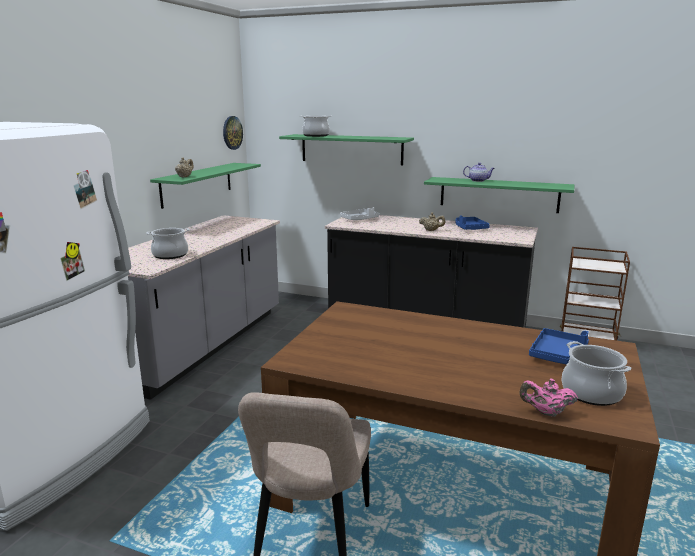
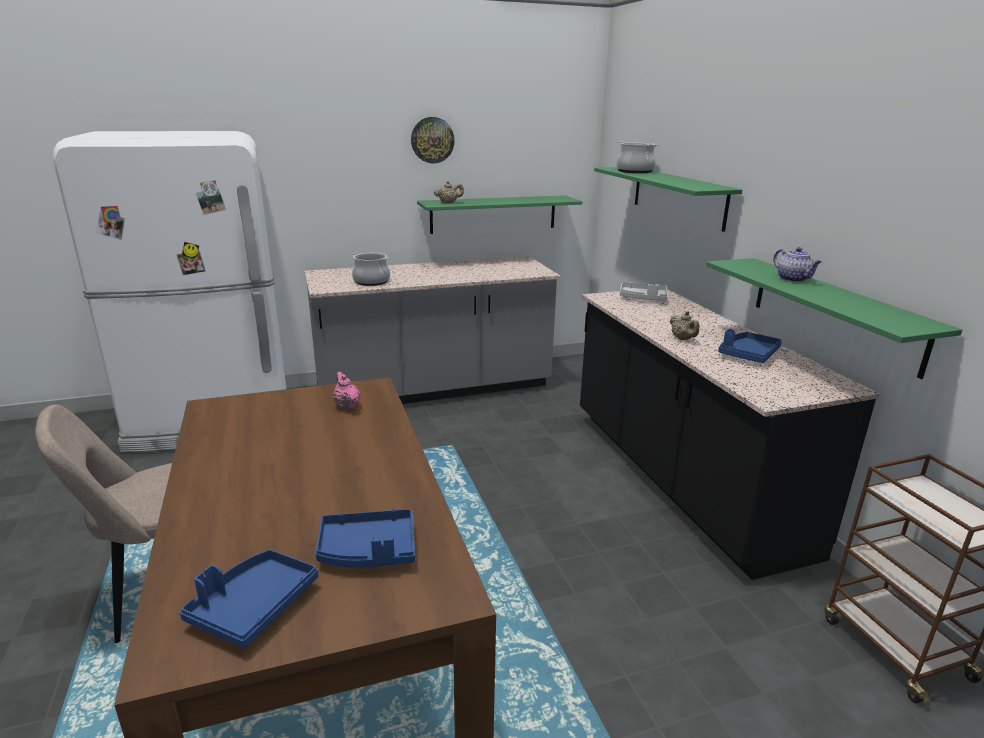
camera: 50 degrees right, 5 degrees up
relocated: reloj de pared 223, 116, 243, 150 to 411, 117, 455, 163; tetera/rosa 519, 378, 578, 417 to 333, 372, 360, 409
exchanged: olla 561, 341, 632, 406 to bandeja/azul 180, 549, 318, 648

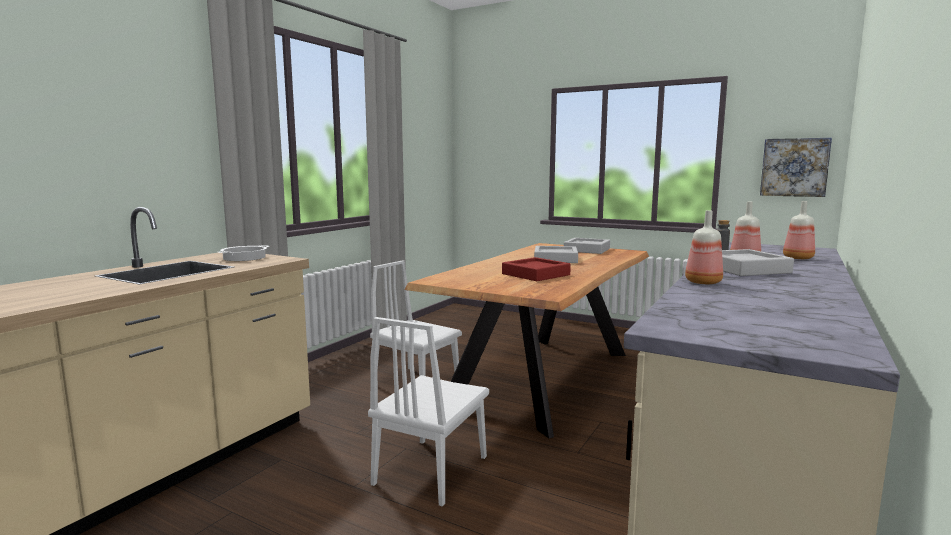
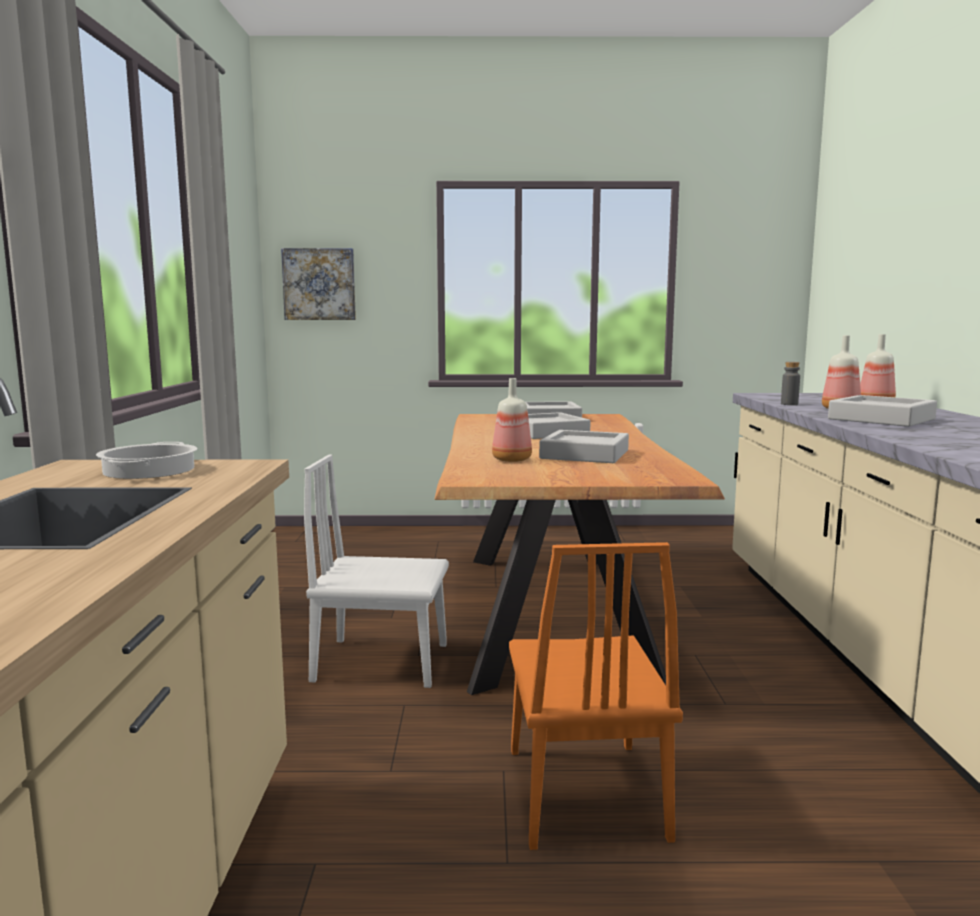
camera: 30 degrees left, 0 degrees up
relocated: botella 685, 210, 723, 284 to 492, 378, 532, 462; cuadro 760, 138, 832, 197 to 281, 248, 356, 320
colour: silla/blanco 368, 317, 489, 507 to silla/naranja 509, 542, 683, 850; bandeja/rojo 502, 257, 571, 281 to bandeja/gris 539, 430, 629, 463

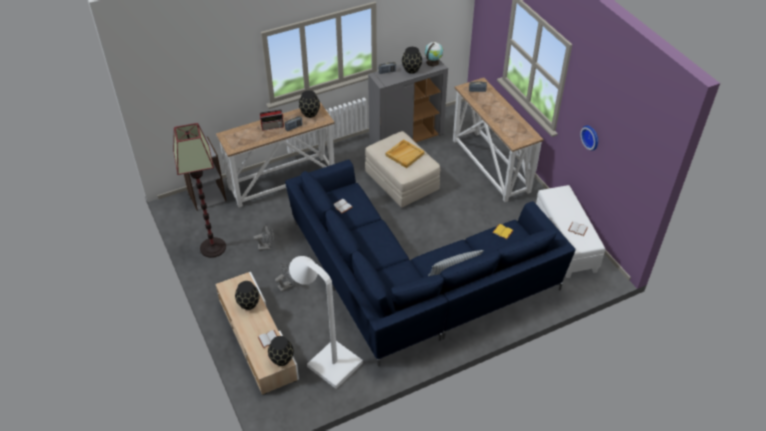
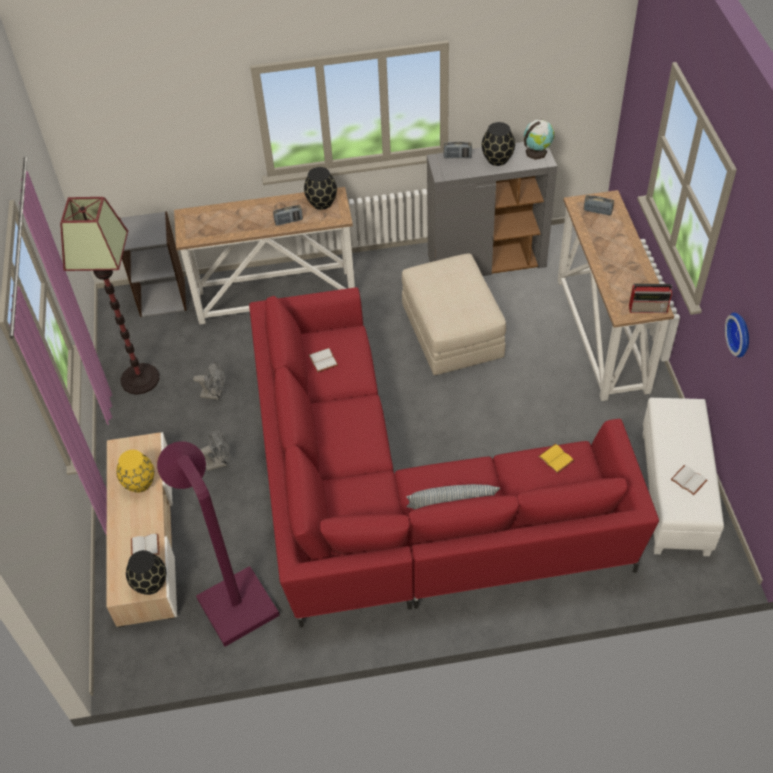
camera: 20 degrees right, 5 degrees up
missing: bandeja/beis 386, 139, 425, 168
relocated: radio 260, 109, 284, 131 to 629, 284, 672, 313
colour: florero/negro 235, 281, 260, 310 to florero/amarillo 116, 450, 154, 493; sofá/azul 285, 160, 575, 367 to sofá/rojo 249, 287, 659, 628; lámpara de pie/blanco 289, 256, 363, 389 to lámpara de pie/morado 157, 441, 280, 647

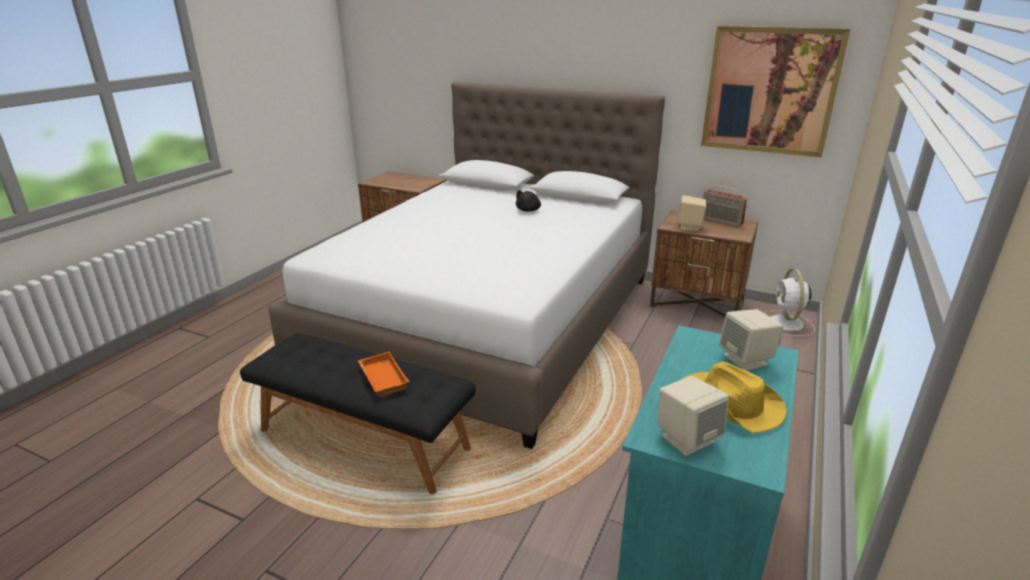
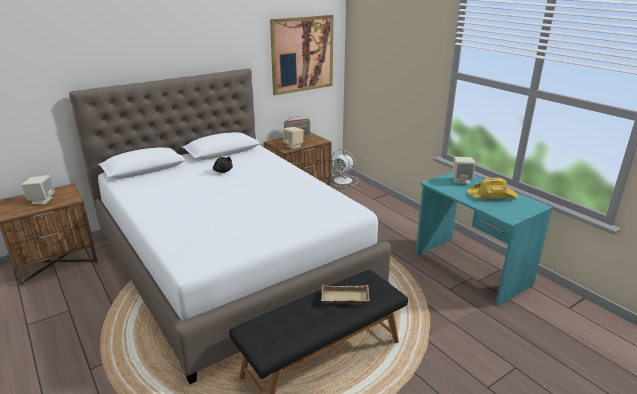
camera: 60 degrees left, 0 degrees up
relocated: altavoz/beis 658, 376, 729, 456 to 21, 175, 55, 204
colour: bandeja/naranja 358, 352, 409, 396 to bandeja/beis 321, 285, 370, 304

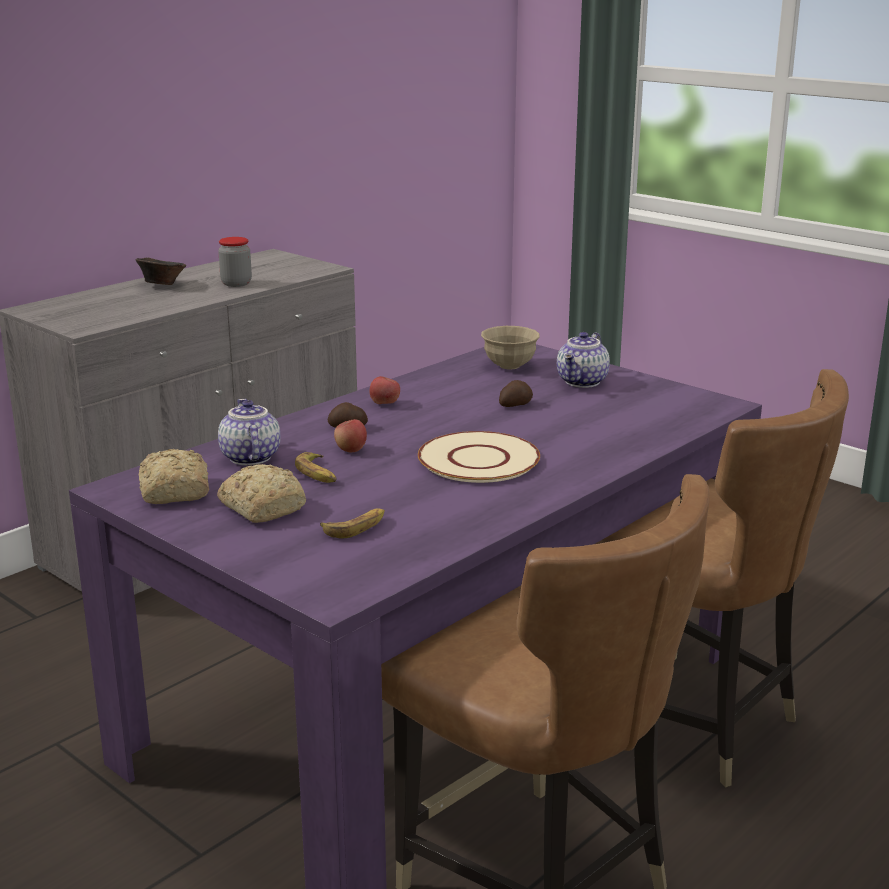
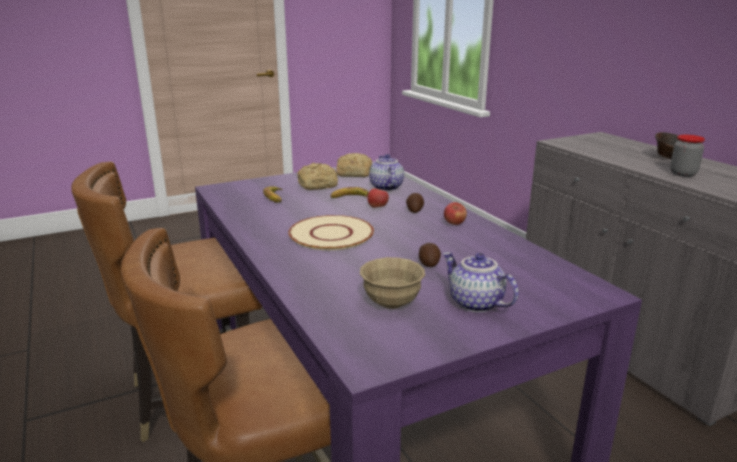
camera: 110 degrees right, 0 degrees up
relocated: cuenco/beis 481, 326, 540, 370 to 360, 257, 425, 309
spun: tetera 218, 399, 281, 466 = 369, 154, 404, 191 105 degrees counterclockwise

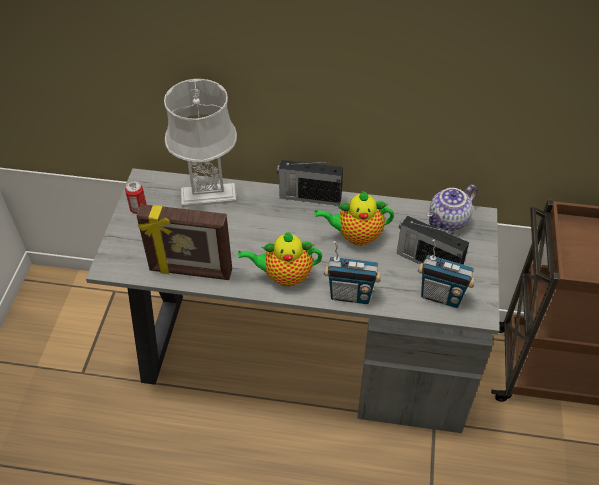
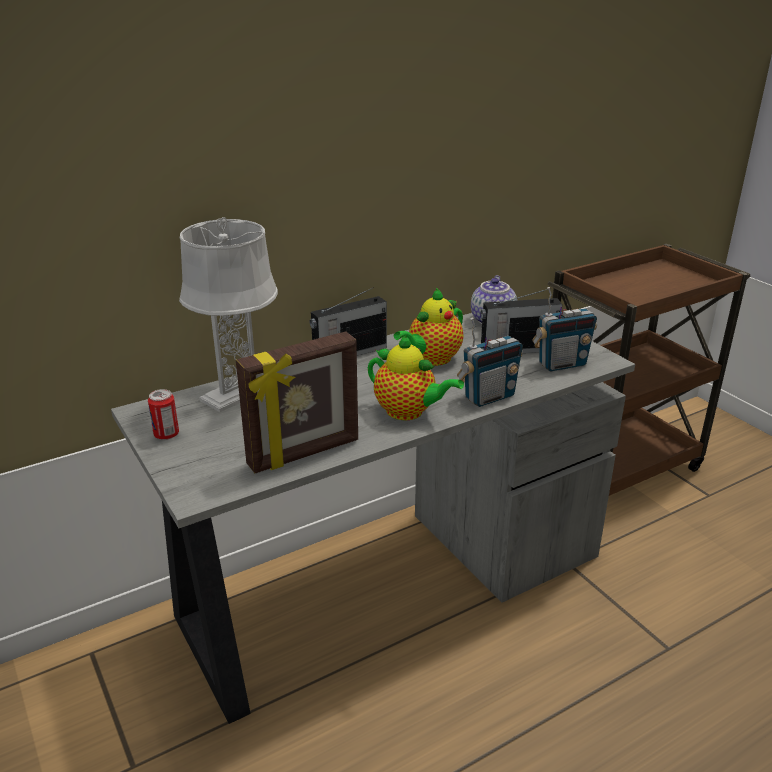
camera: 40 degrees left, 20 degrees down
spun: tetera 238, 232, 322, 287 = 368, 335, 464, 421 105 degrees counterclockwise

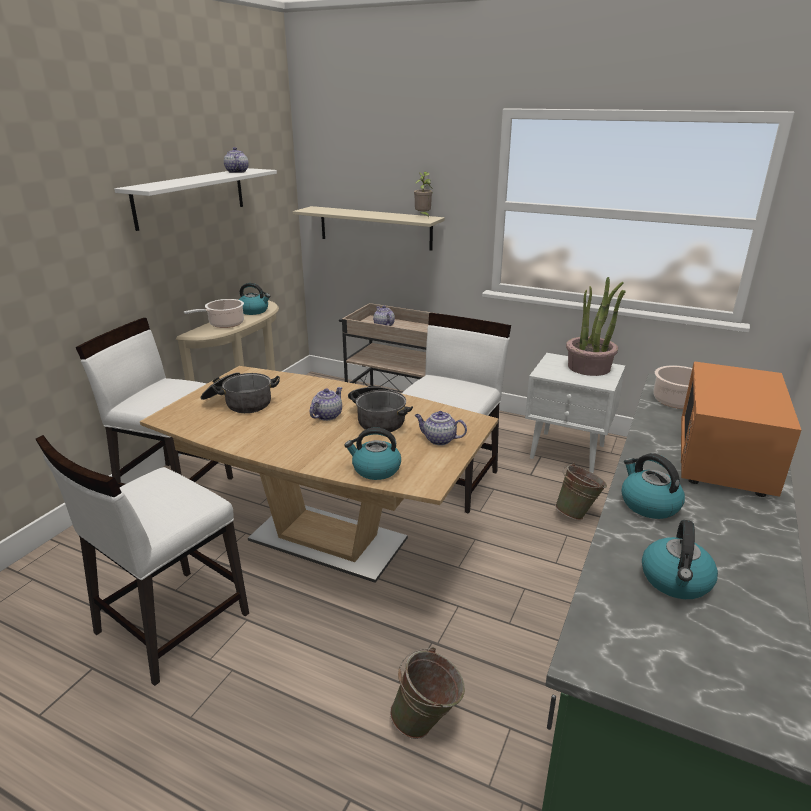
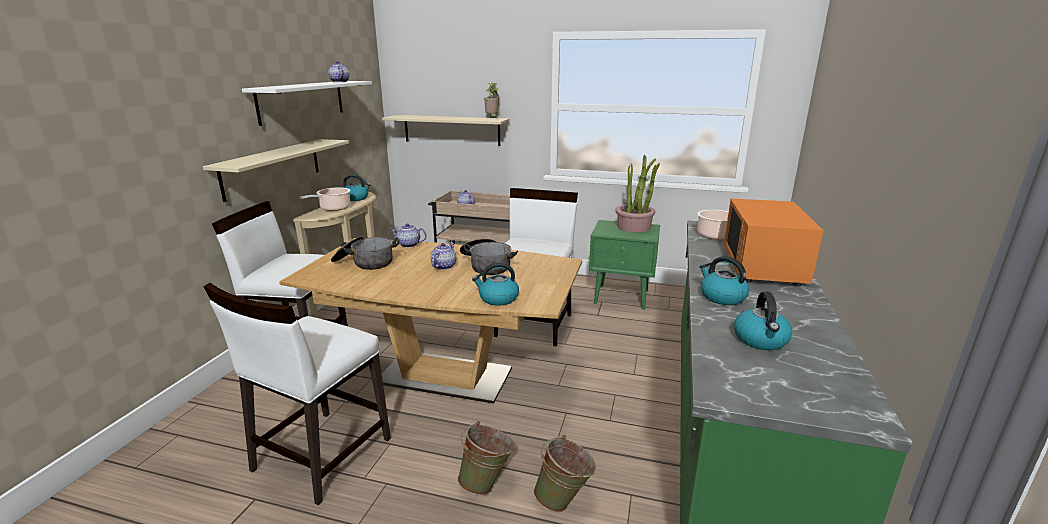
camera: 10 degrees left, 5 degrees down
appeared: estante/beis 203, 139, 349, 202
relocated: tetera 415, 411, 467, 445 to 390, 223, 427, 248; cubo/verde 555, 463, 607, 520 to 457, 421, 515, 495
colour: mesita de noche/blanco 525, 353, 625, 473 to mesita de noche/verde 589, 220, 660, 310

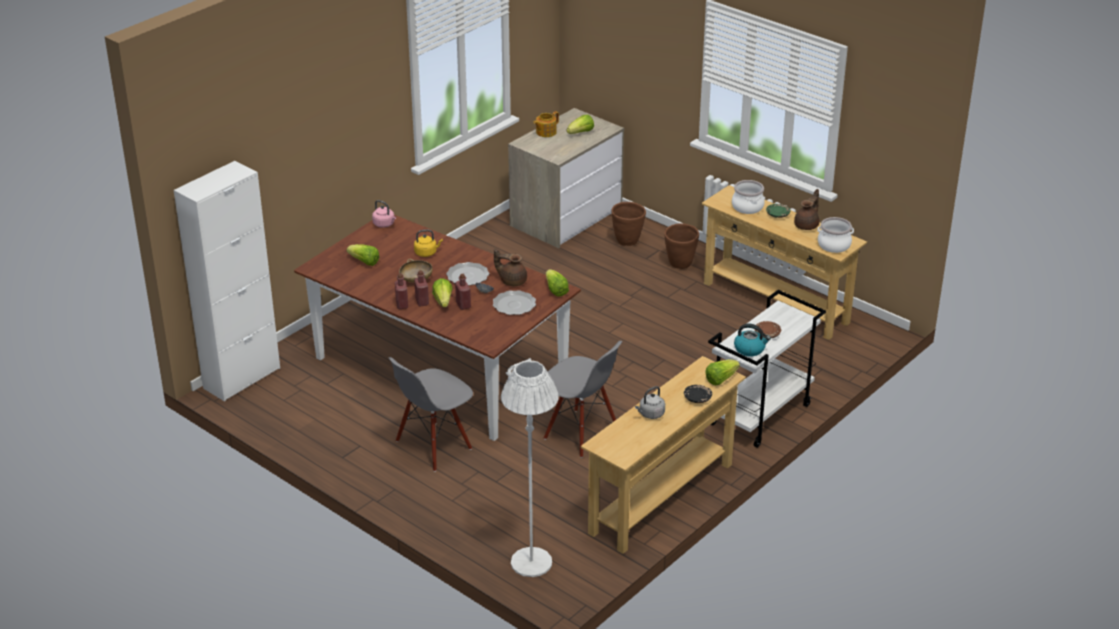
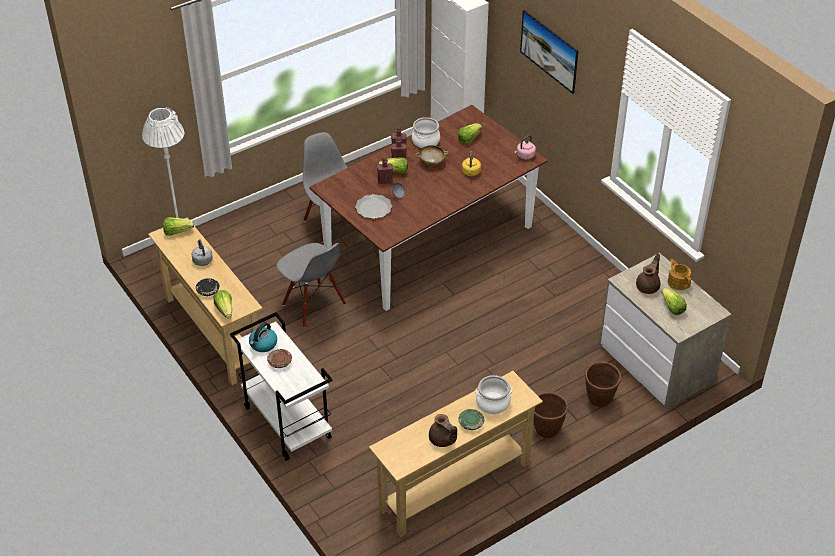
camera: 105 degrees right, 10 degrees up
missing: plato 446, 262, 489, 286
appeared: cuadro 520, 9, 579, 94
relocated: tetera/marrón 494, 248, 527, 286 to 636, 253, 661, 294; lechuga 546, 269, 569, 297 to 163, 217, 194, 236; olla 817, 217, 854, 253 to 412, 117, 440, 148
spun: silla/gris 544, 341, 622, 458 = 277, 243, 346, 328 90 degrees counterclockwise

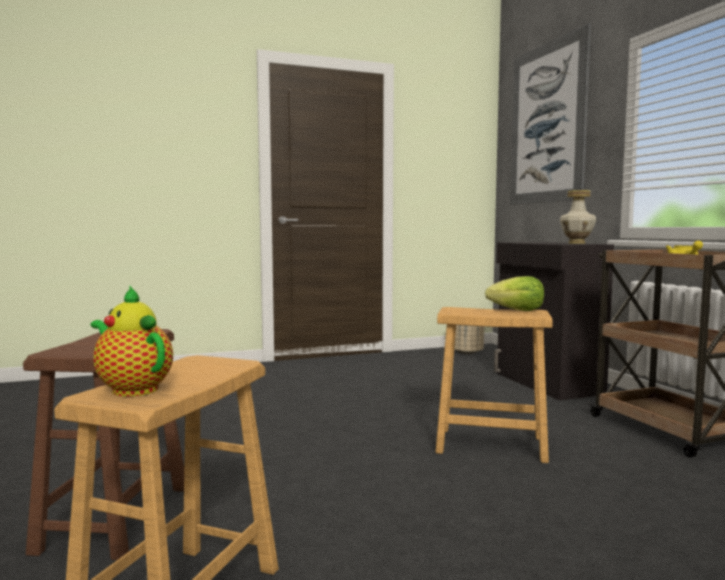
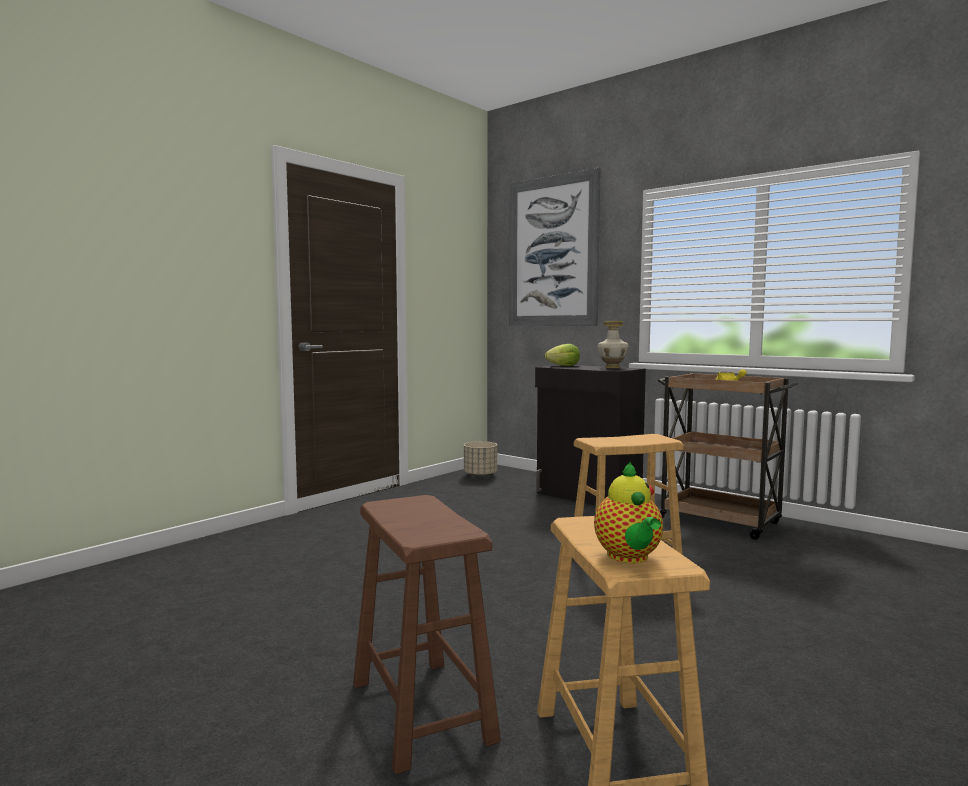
camera: 30 degrees left, 0 degrees up
relocated: lechuga 485, 276, 544, 311 to 545, 344, 580, 366
spun: tetera 91, 286, 173, 397 = 594, 462, 663, 563 105 degrees counterclockwise

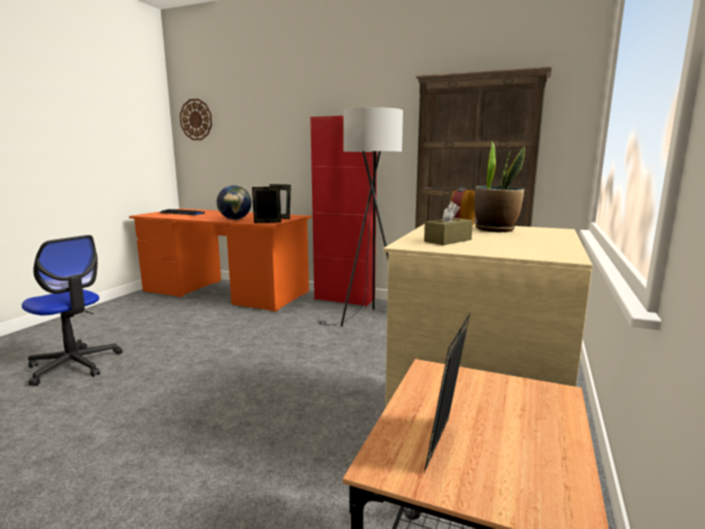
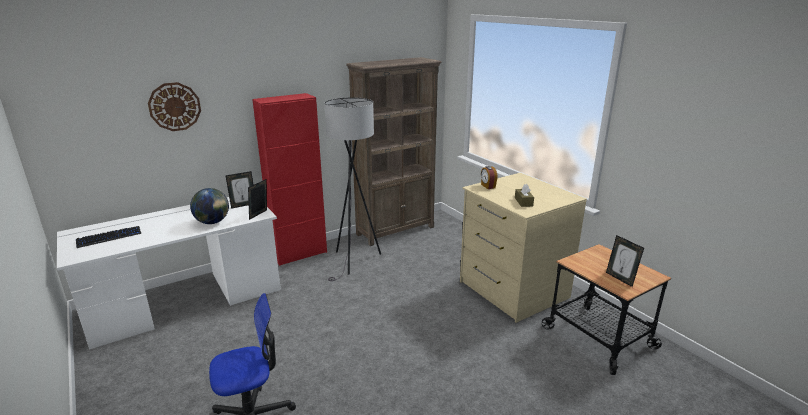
camera: 55 degrees left, 10 degrees up
missing: planta en maceta 474, 142, 525, 232
relocated: reloj de pared 180, 99, 212, 140 to 148, 82, 201, 131
colour: escritorio/naranja 129, 209, 312, 312 to escritorio/blanco 57, 197, 281, 350

